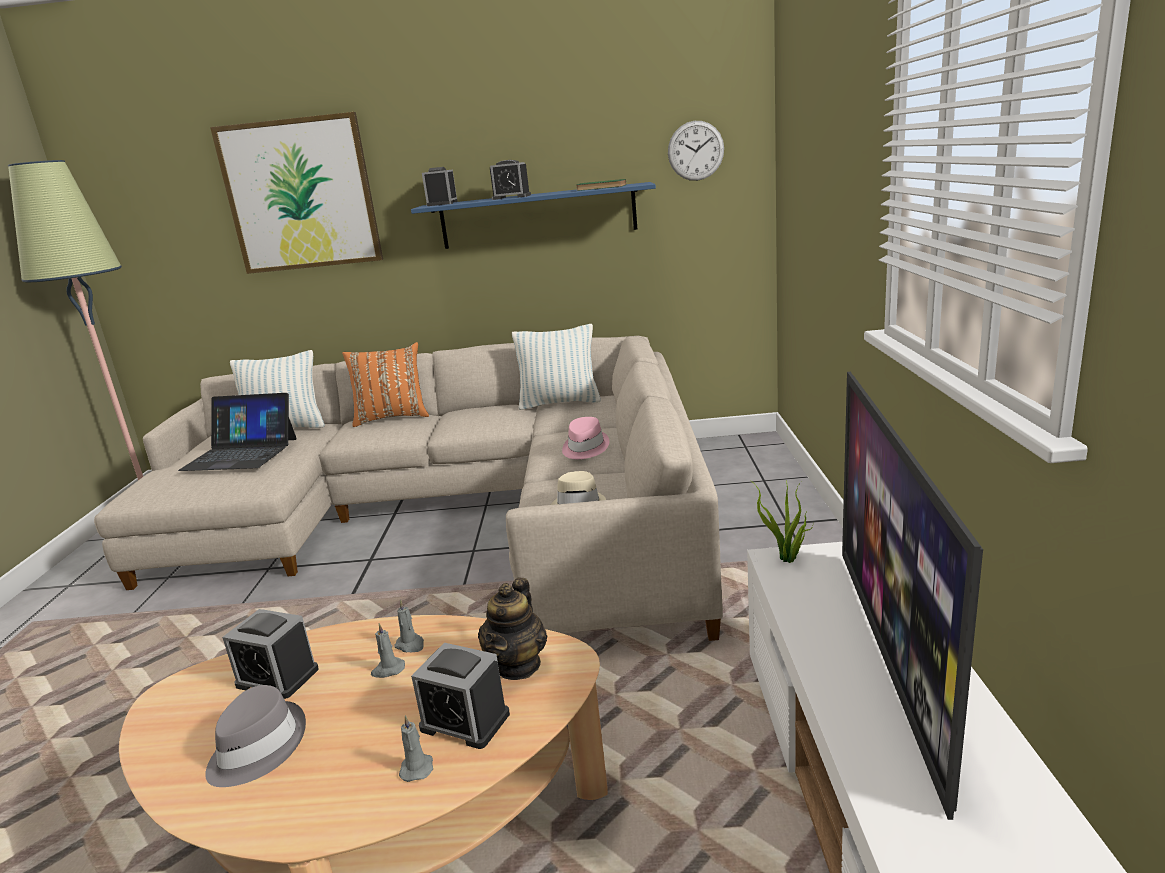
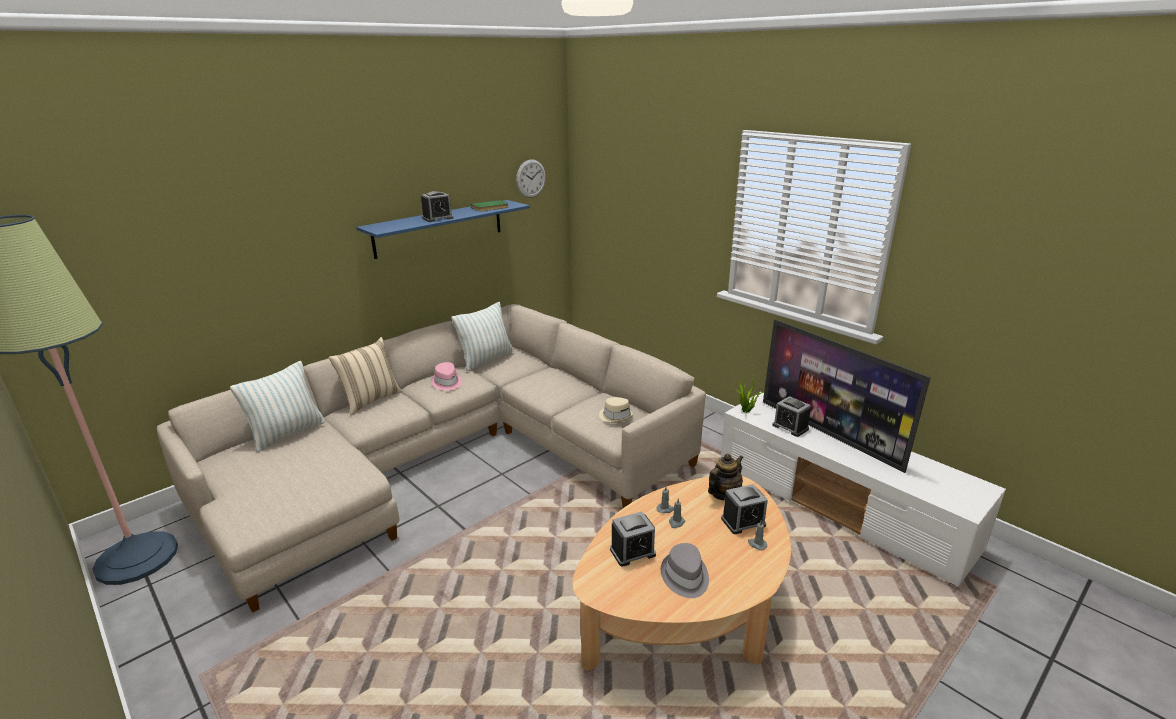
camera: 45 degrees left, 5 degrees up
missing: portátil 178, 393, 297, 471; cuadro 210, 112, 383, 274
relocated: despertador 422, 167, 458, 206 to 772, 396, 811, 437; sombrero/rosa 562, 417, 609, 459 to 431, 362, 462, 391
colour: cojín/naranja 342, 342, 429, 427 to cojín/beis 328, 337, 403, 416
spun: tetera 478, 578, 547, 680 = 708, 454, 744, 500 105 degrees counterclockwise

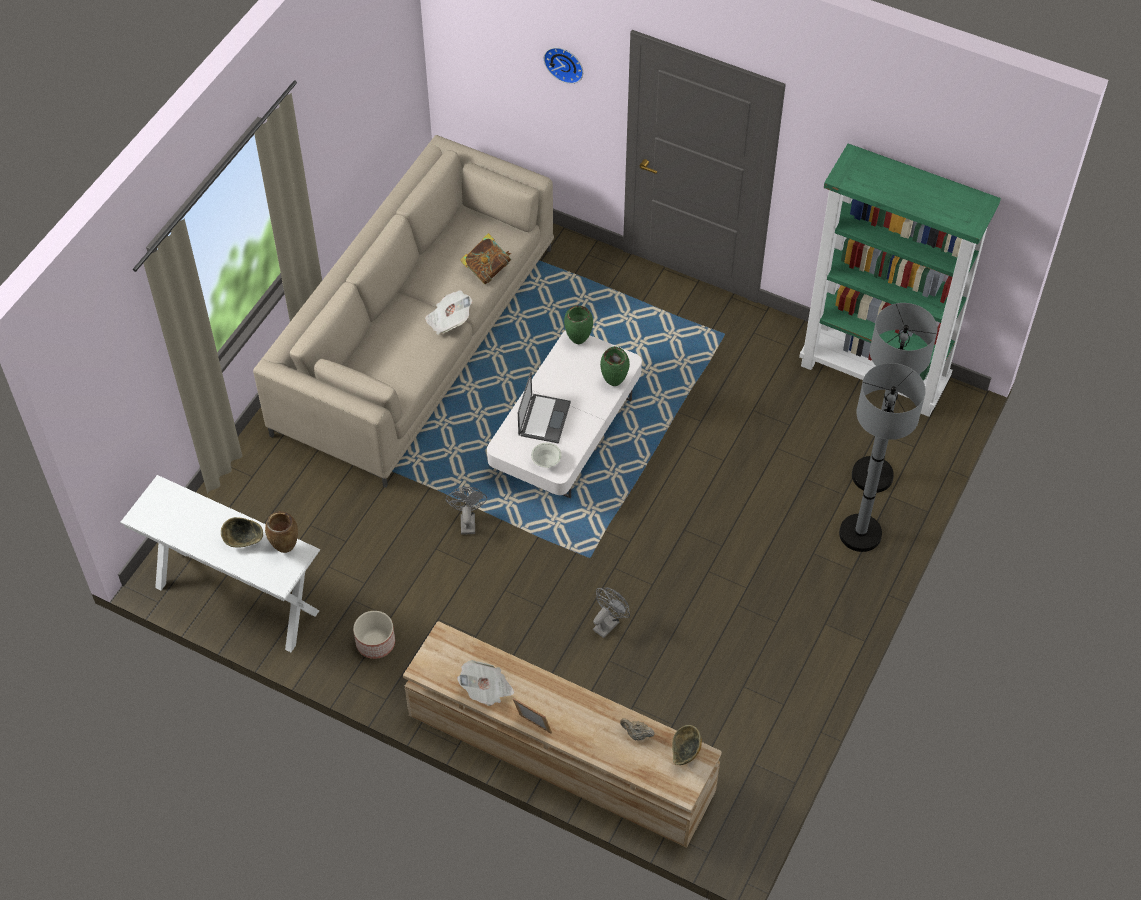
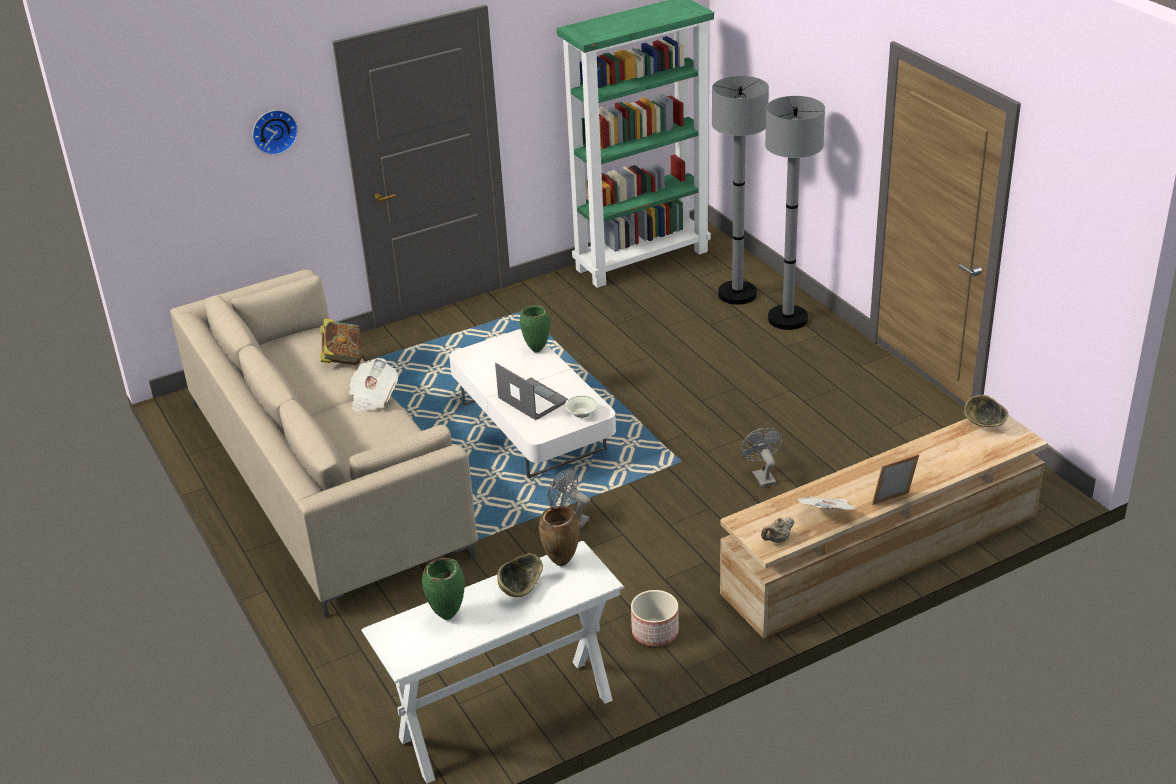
camera: 55 degrees left, 20 degrees down
relocated: florero/verde 564, 305, 593, 344 to 422, 558, 465, 620; tetera/beis 620, 718, 655, 741 to 761, 517, 794, 543

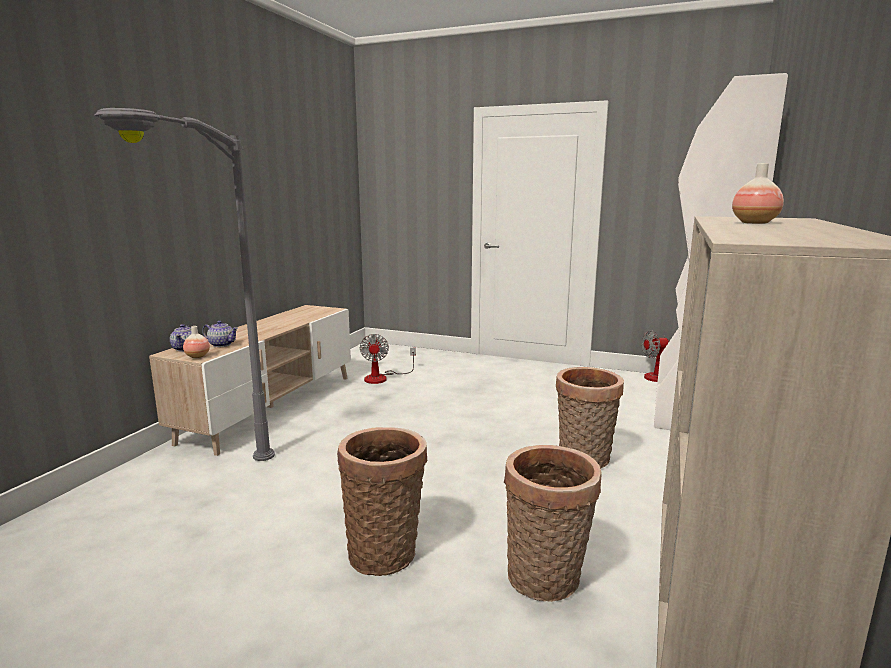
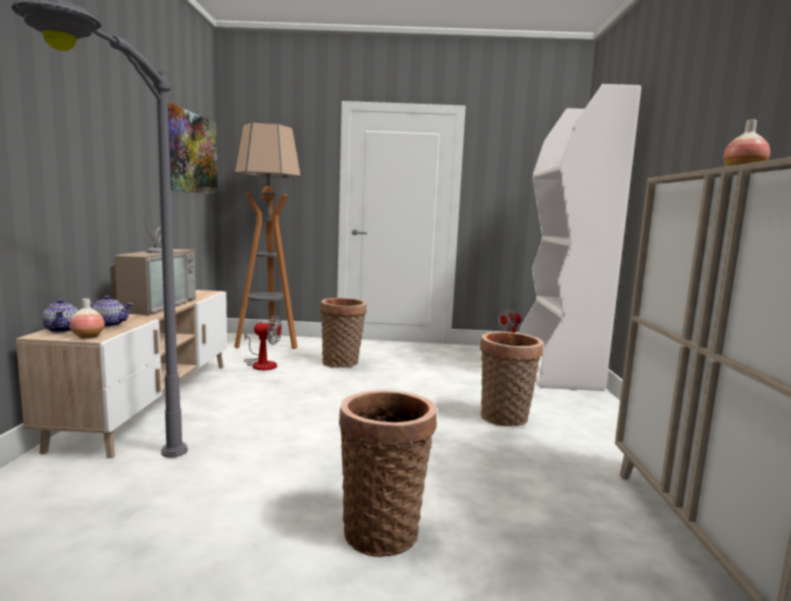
camera: 20 degrees left, 5 degrees down
appeared: televisor 110, 205, 196, 315; cuadro 168, 102, 218, 194; lámpara de pie 234, 121, 301, 349
relocated: cesta 504, 445, 602, 602 to 320, 298, 366, 368
spun: ventilador 360, 334, 416, 384 = 244, 315, 282, 370 60 degrees counterclockwise

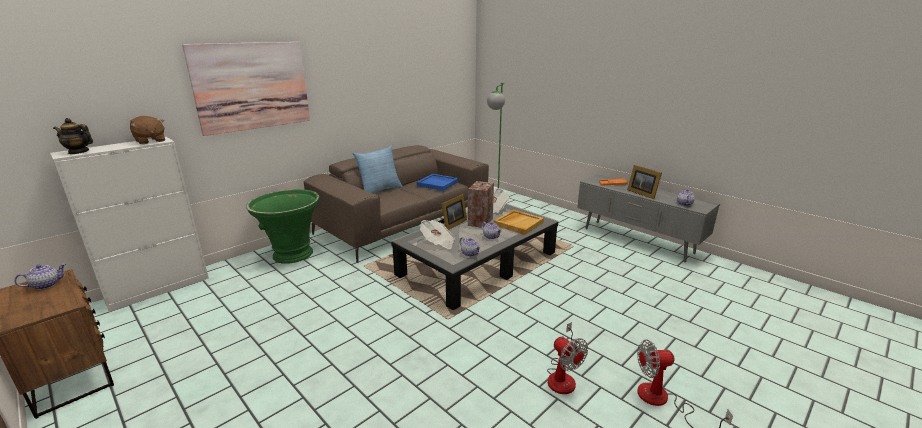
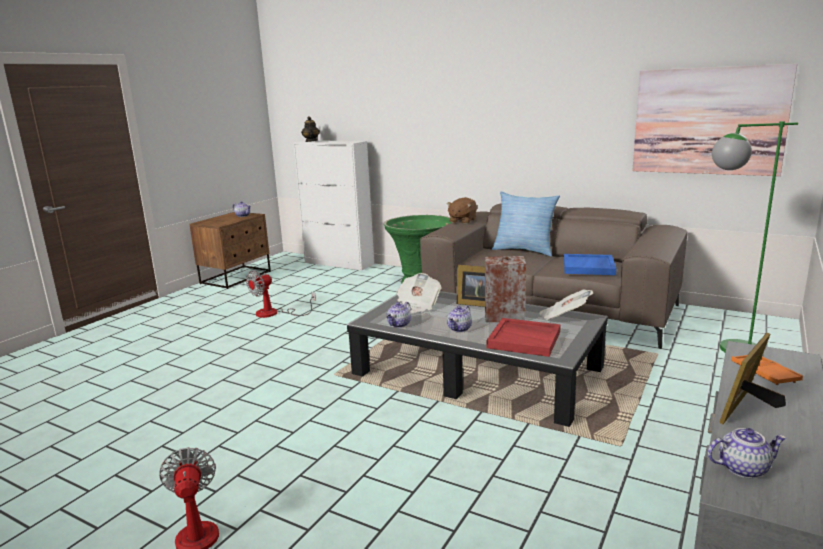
camera: 75 degrees right, 5 degrees down
relocated: peluche/marrón 130, 116, 165, 144 to 447, 197, 477, 224; cuadro 182, 42, 310, 136 to 632, 64, 797, 176; ventilador 547, 322, 588, 394 to 246, 270, 316, 318
colour: bandeja/beis 494, 210, 544, 235 to bandeja/rojo 486, 318, 561, 357

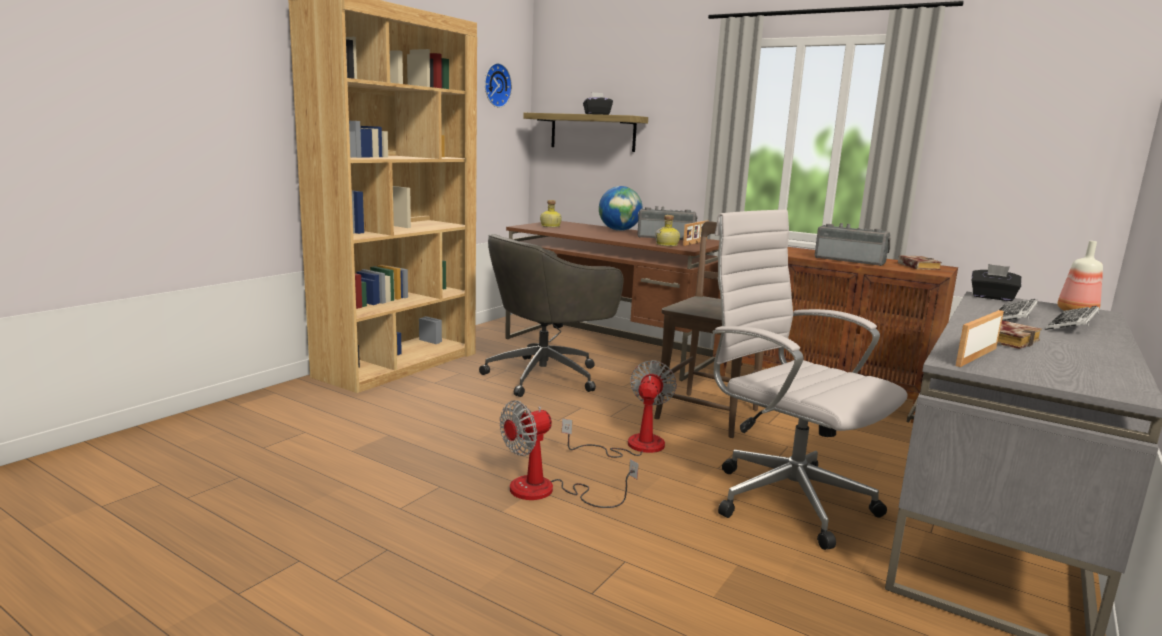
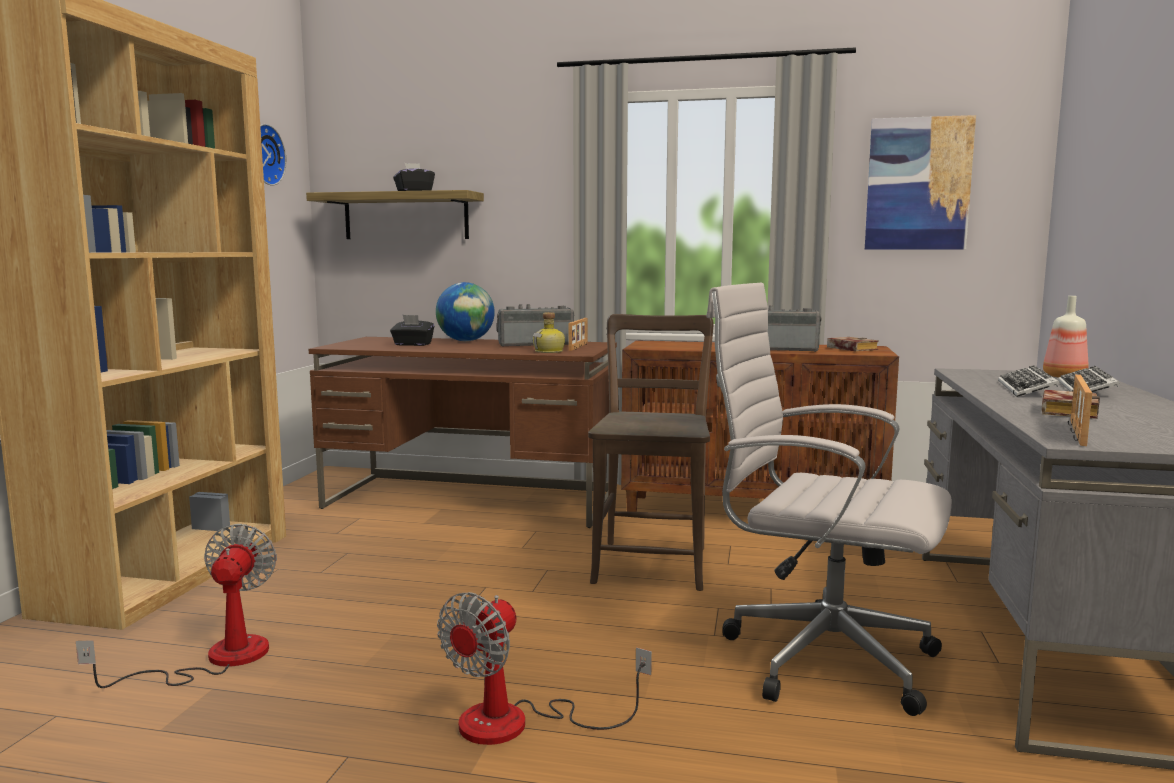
camera: 20 degrees left, 5 degrees down
missing: silla de oficina/gris 479, 234, 623, 397; botella 540, 200, 562, 227
appeared: cuadro 865, 115, 976, 249
relocated: ventilador 562, 360, 677, 458 to 76, 524, 277, 688; caja de pañuelos/negro 972, 264, 1021, 301 to 390, 315, 435, 346

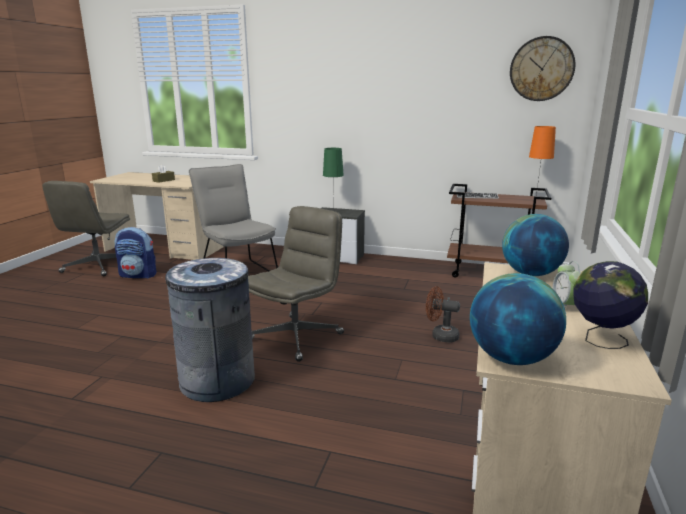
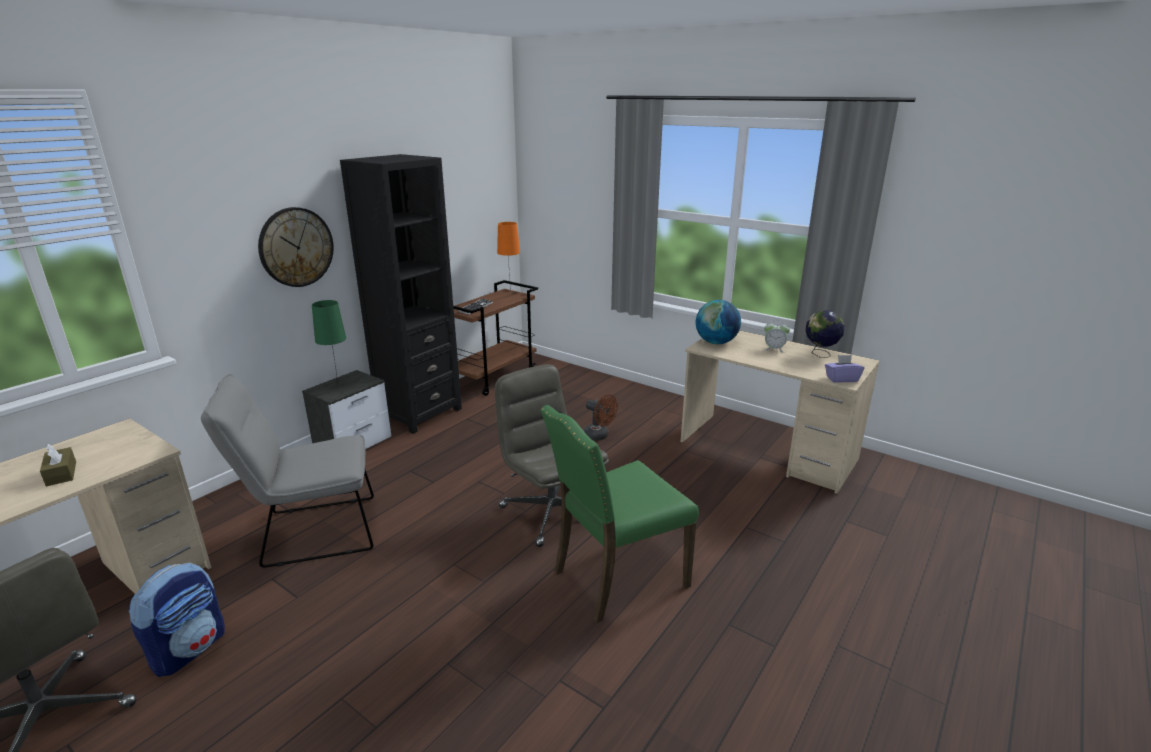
camera: 70 degrees left, 5 degrees up
appeared: estantería/negro 340, 154, 462, 434
relocated: reloj de pared 510, 36, 575, 101 to 258, 207, 334, 287
exchanged: papelera/gris 162, 258, 255, 402 to silla/verde 540, 405, 699, 623; globo terráqueo 470, 273, 566, 365 to caja de pañuelos/morado 825, 355, 864, 383
spun: ventilador/marrón 426, 286, 460, 342 = 584, 394, 618, 441 90 degrees counterclockwise

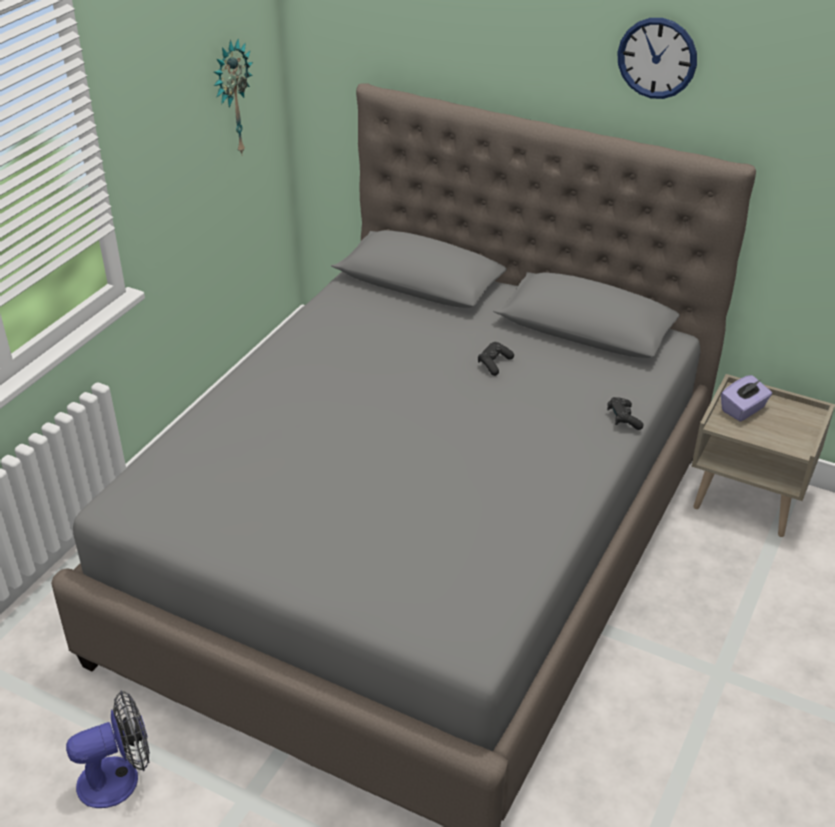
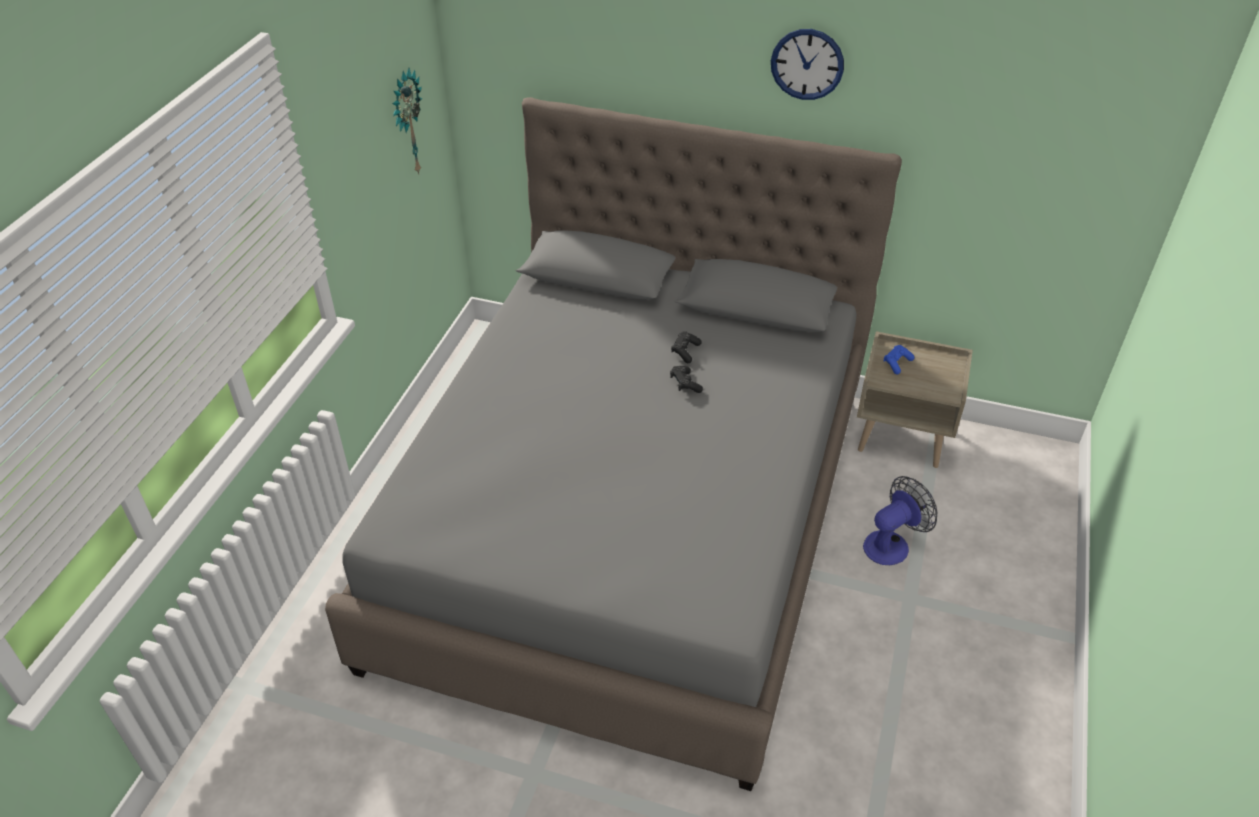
camera: 10 degrees left, 5 degrees up
relocated: ventilador 66, 691, 150, 808 to 863, 476, 937, 565; mando de consola/negro 607, 397, 643, 430 to 670, 366, 703, 393
exchanged: caja de pañuelos/morado 721, 375, 772, 421 to mando de consola/azul 884, 345, 915, 374

